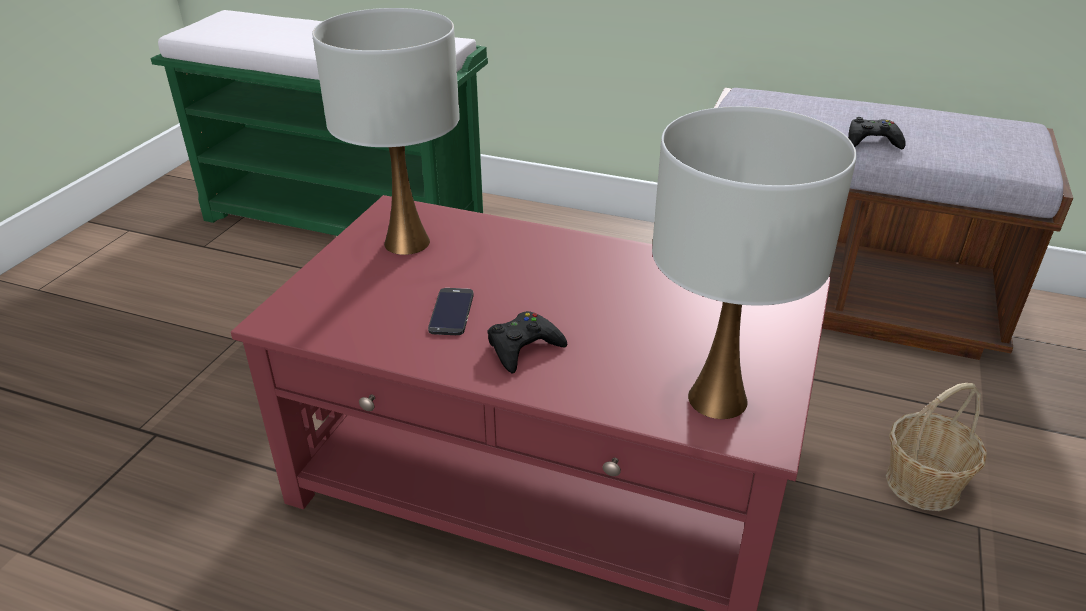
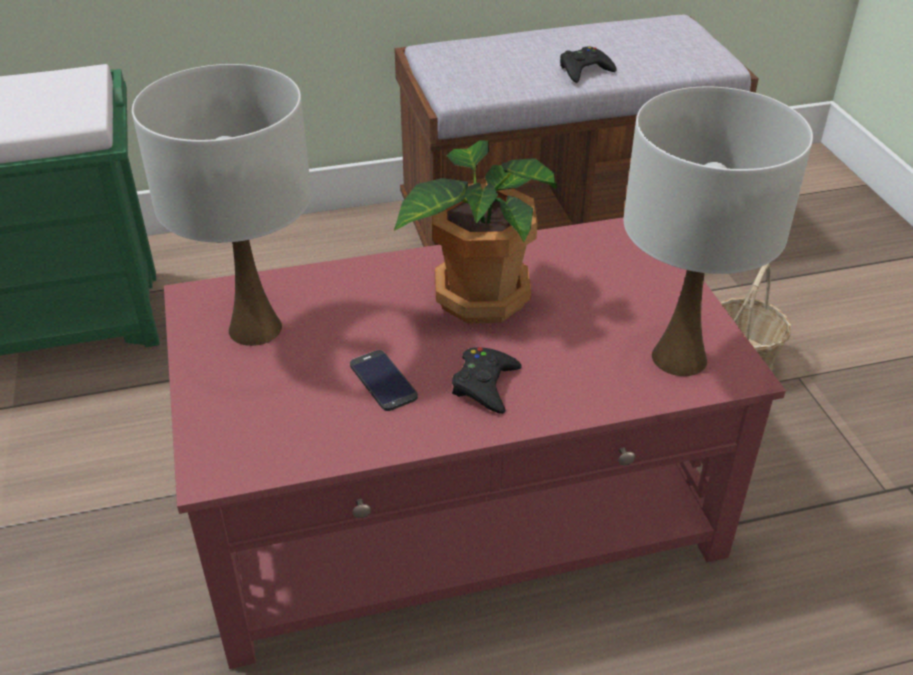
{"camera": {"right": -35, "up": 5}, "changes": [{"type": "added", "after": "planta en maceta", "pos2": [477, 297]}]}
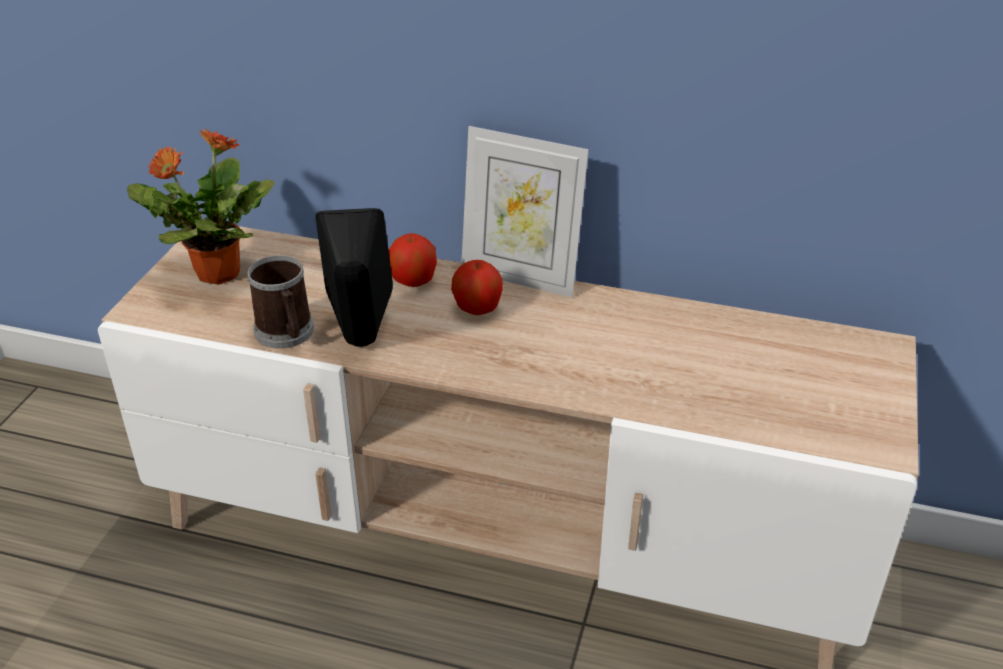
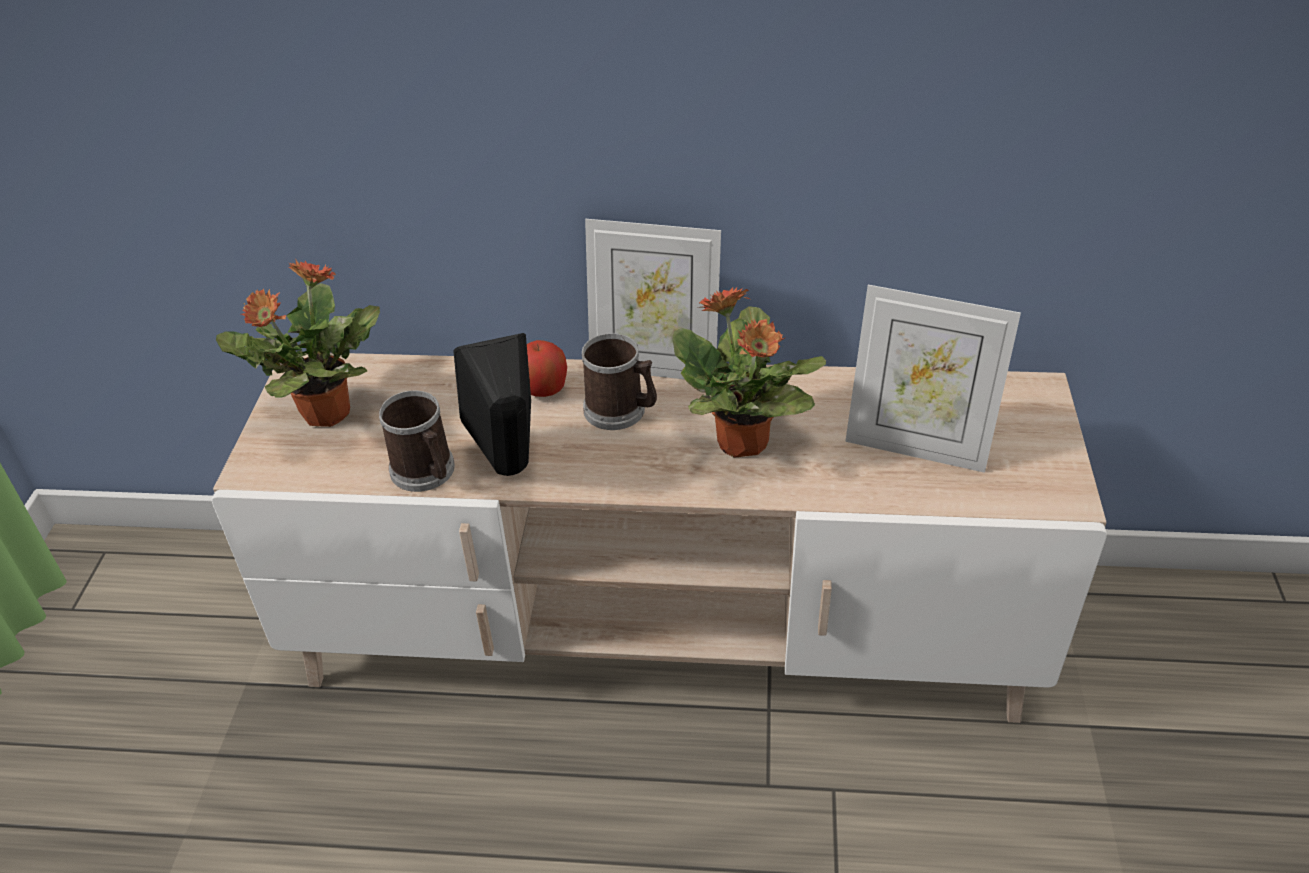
{"camera": {"right": -10, "up": 5}, "changes": [{"type": "replaced", "before": "manzana", "after": "taza grande", "pos1": [477, 309], "pos2": [621, 411]}, {"type": "added", "after": "planta en maceta", "pos2": [743, 443]}, {"type": "added", "after": "portarretratos", "pos2": [916, 447]}]}
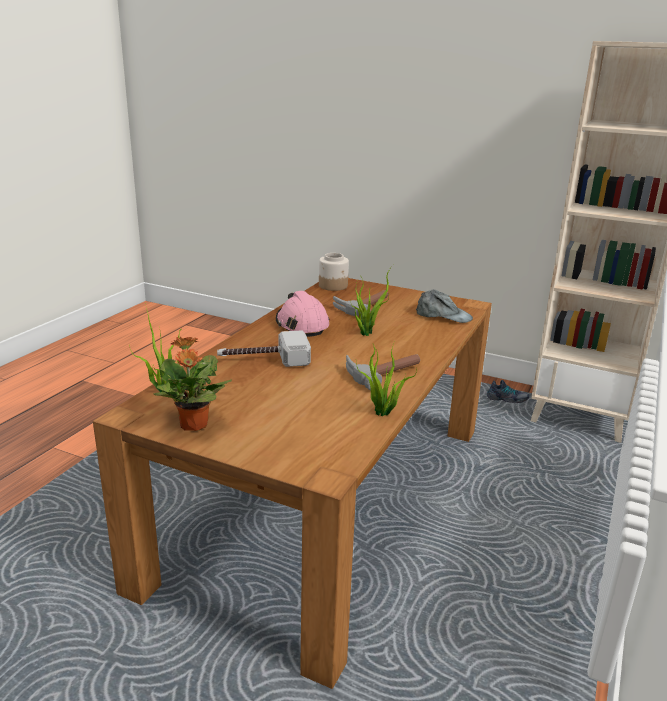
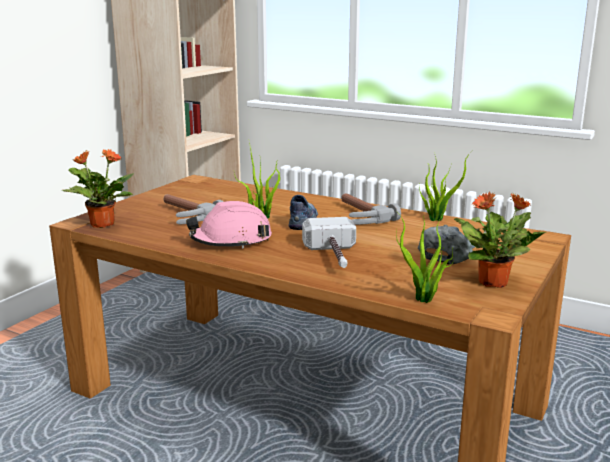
{"camera": {"right": -85, "up": -5}, "changes": [{"type": "replaced", "before": "tarro", "after": "planta en maceta", "pos1": [333, 286], "pos2": [101, 224]}, {"type": "moved", "before": "gorra (gris)", "pos1": [443, 315], "pos2": [447, 252]}, {"type": "moved", "before": "zapato", "pos1": [507, 399], "pos2": [303, 221]}]}
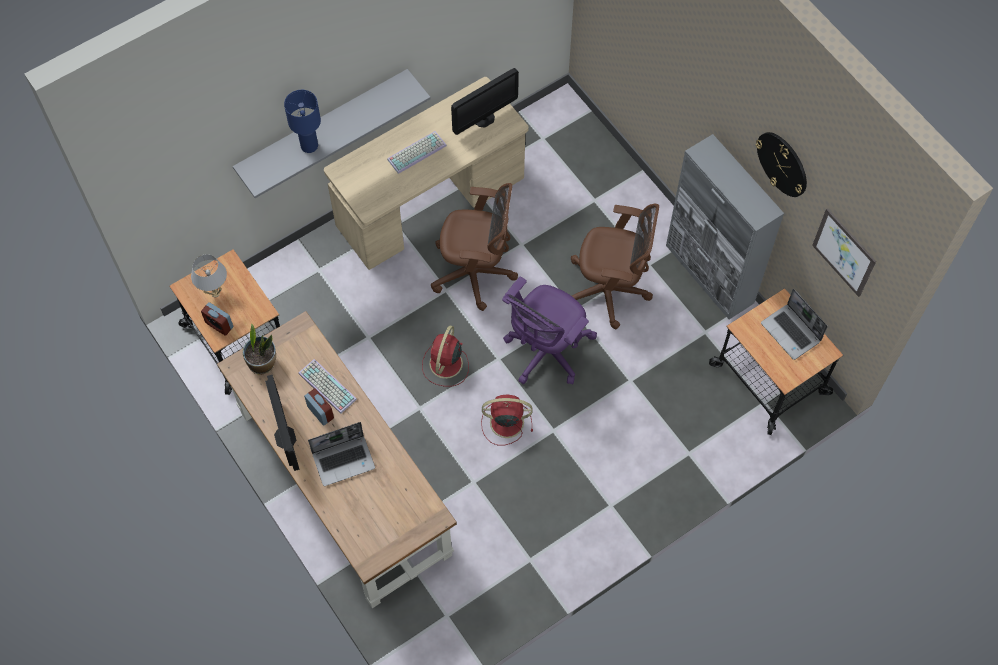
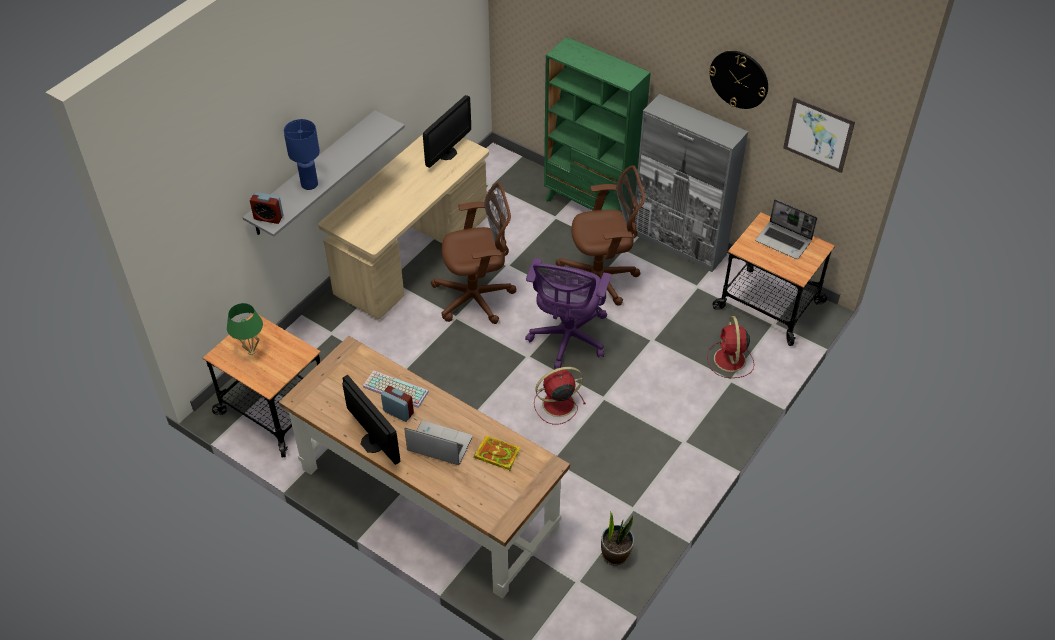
{"camera": {"right": -20, "up": -15}, "changes": [{"type": "recoloured", "before": "lámpara de mesa (blanco)", "after": "lámpara de mesa (verde)", "pos1": [215, 293], "pos2": [251, 351]}, {"type": "moved", "before": "despertador", "pos1": [219, 325], "pos2": [268, 217]}, {"type": "moved", "before": "planta en maceta", "pos1": [262, 363], "pos2": [615, 554]}, {"type": "turned", "before": "portátil", "pos1": [344, 460], "pos2": [438, 445], "turn": -120}, {"type": "removed", "before": "teclado", "pos1": [417, 151]}, {"type": "moved", "before": "ventilador (rojo)", "pos1": [445, 364], "pos2": [730, 360]}, {"type": "added", "after": "libro", "pos2": [496, 454]}, {"type": "added", "after": "estantería (verde)", "pos2": [590, 208]}]}
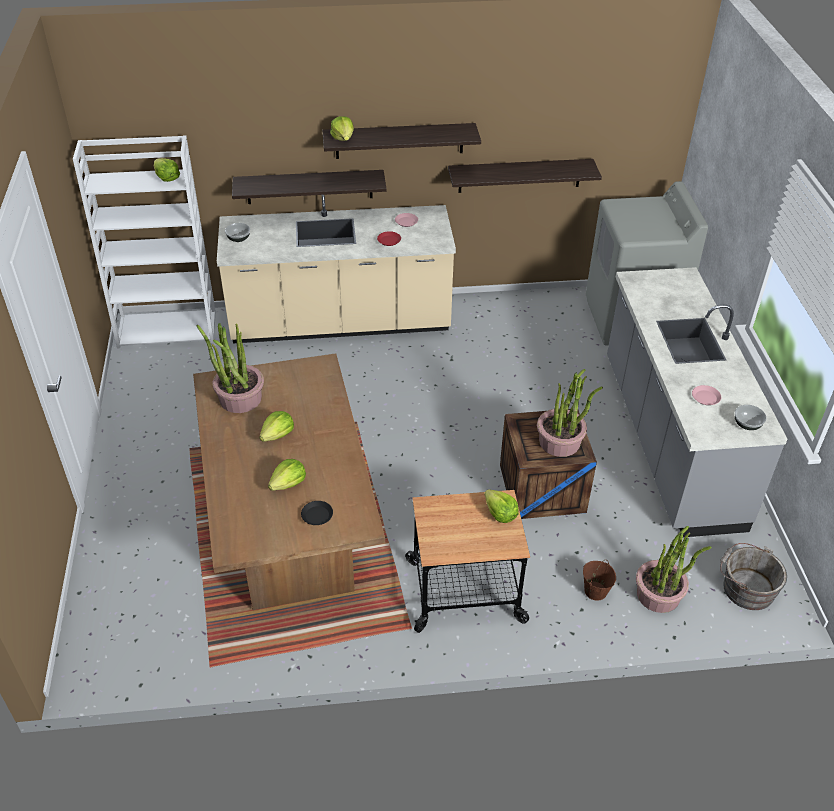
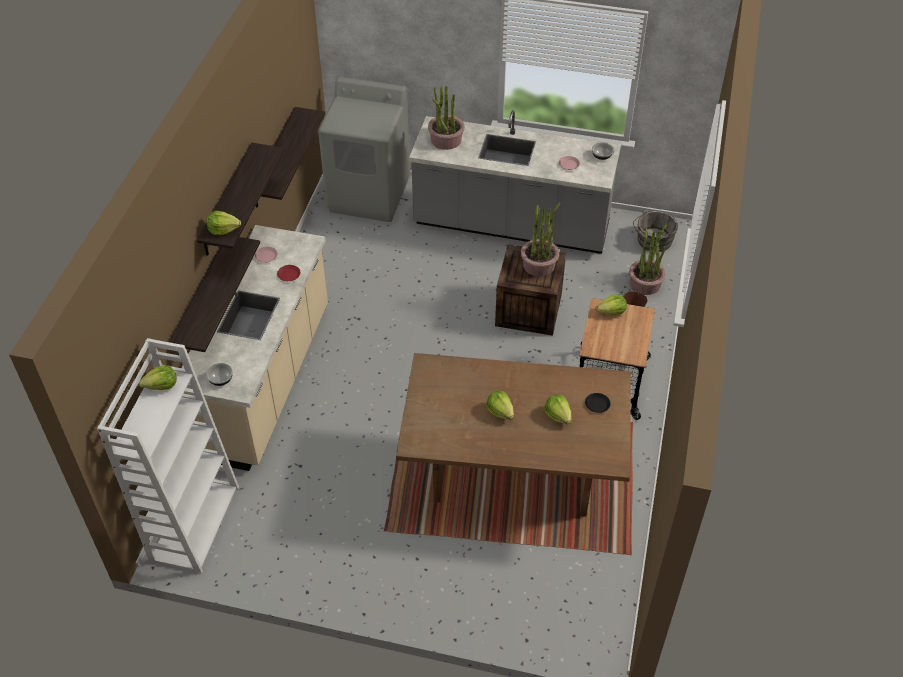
{"camera": {"right": -70, "up": 5}, "changes": [{"type": "moved", "before": "planta en maceta", "pos1": [240, 398], "pos2": [446, 140]}]}
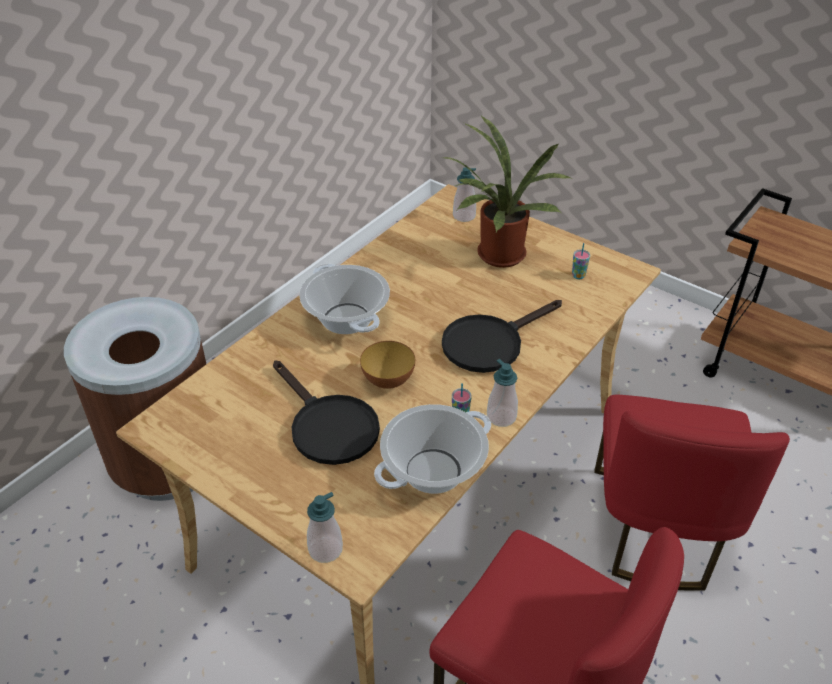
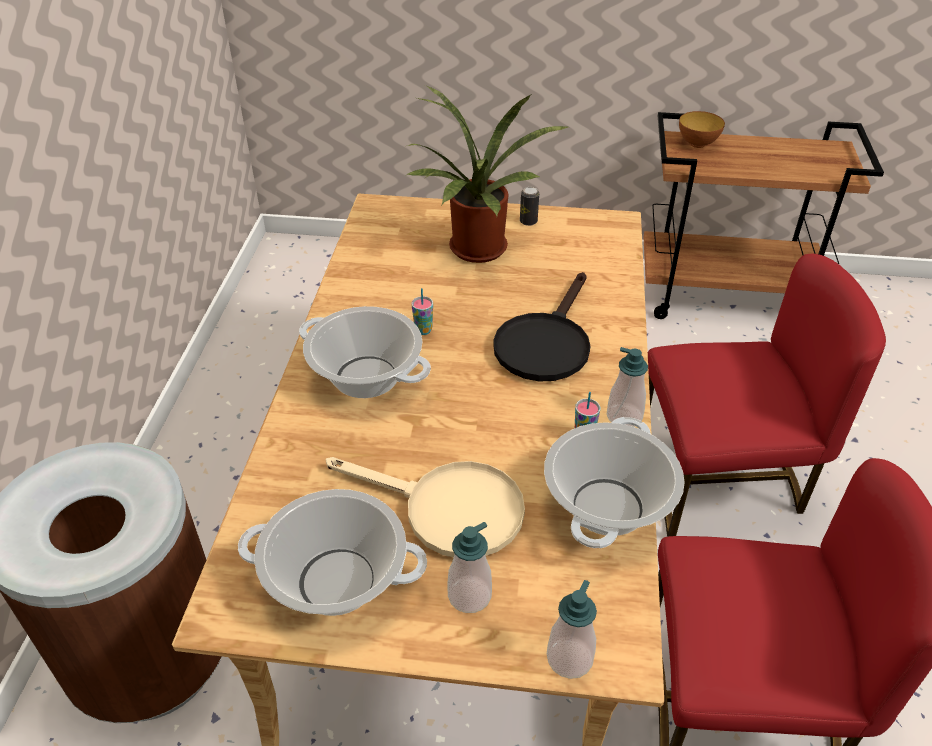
{"camera": {"right": -30, "up": 0}, "changes": [{"type": "recoloured", "before": "sartén (negro)", "after": "sartén (beis)", "pos1": [327, 426], "pos2": [448, 510]}, {"type": "moved", "before": "cuenco", "pos1": [388, 381], "pos2": [697, 144]}, {"type": "moved", "before": "dispensador de jabón", "pos1": [464, 216], "pos2": [469, 595]}, {"type": "moved", "before": "taza", "pos1": [578, 276], "pos2": [423, 330]}, {"type": "turned", "before": "silla (rojo)", "pos1": [656, 528], "pos2": [720, 481], "turn": -75}, {"type": "added", "after": "olla", "pos2": [336, 582]}, {"type": "added", "after": "lata", "pos2": [528, 221]}]}
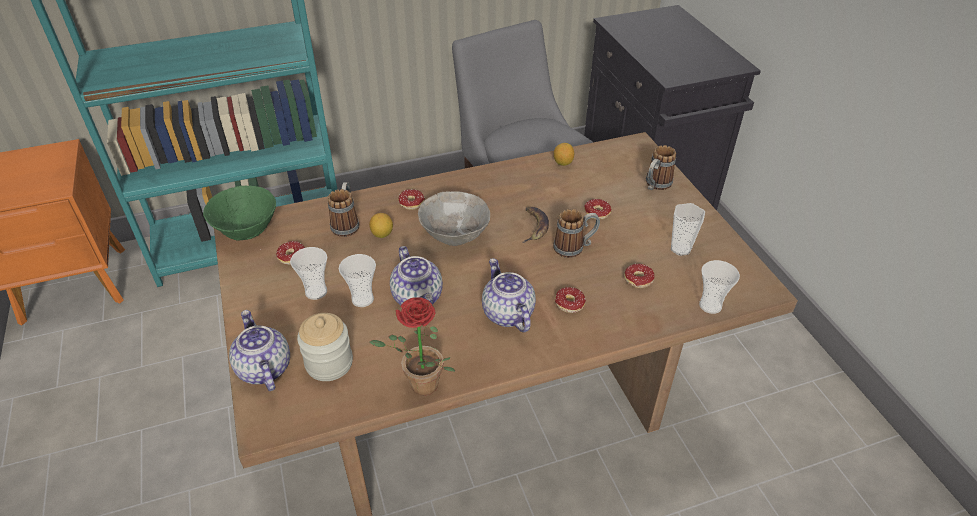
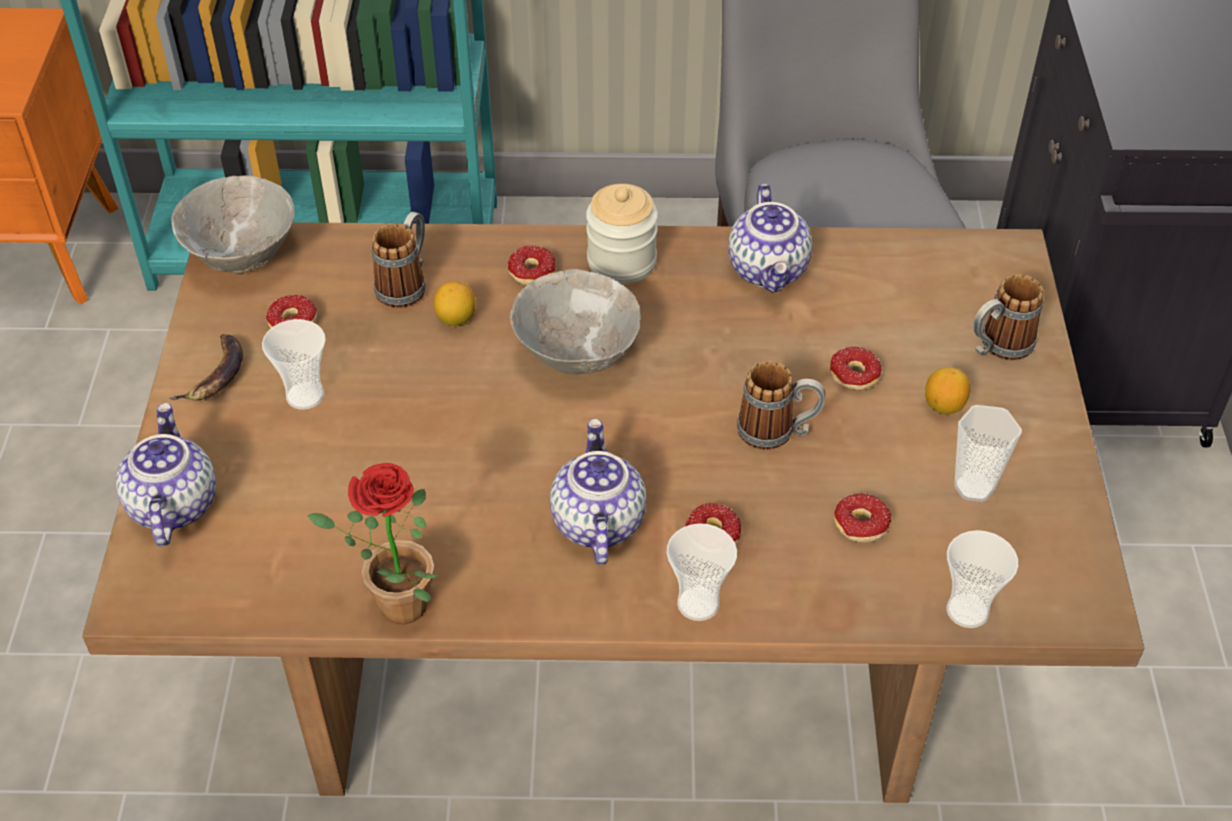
{"camera": {"right": 20, "up": 5}, "changes": [{"type": "recoloured", "before": "cuenco (verde)", "after": "cuenco (gris)", "pos1": [246, 231], "pos2": [241, 256]}, {"type": "moved", "before": "tarro", "pos1": [329, 363], "pos2": [621, 262]}, {"type": "moved", "before": "taza", "pos1": [362, 299], "pos2": [698, 603]}, {"type": "moved", "before": "tetera", "pos1": [418, 297], "pos2": [769, 270]}, {"type": "moved", "before": "plátano", "pos1": [534, 226], "pos2": [215, 374]}, {"type": "moved", "before": "limón", "pos1": [563, 163], "pos2": [943, 405]}]}
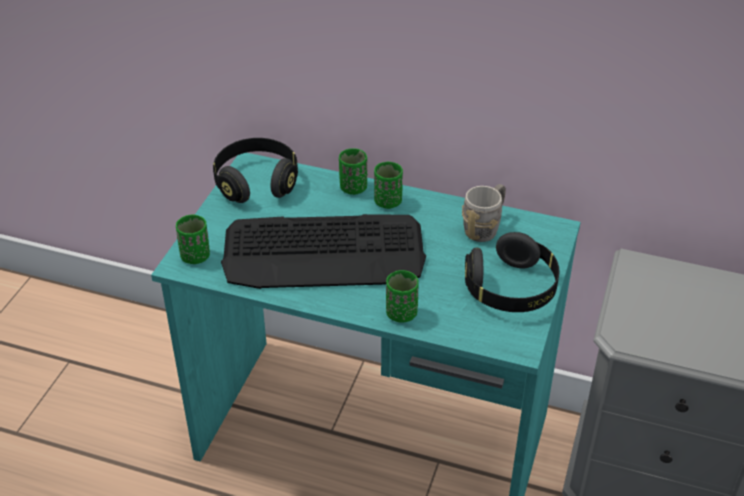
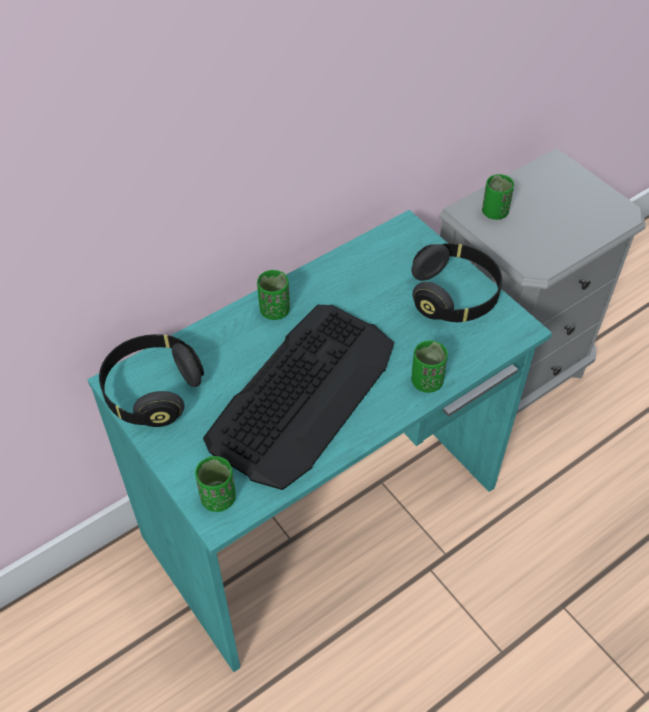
{"camera": {"right": -55, "up": 10}, "changes": [{"type": "moved", "before": "taza (verde)", "pos1": [353, 188], "pos2": [494, 212]}, {"type": "removed", "before": "taza grande (gris)", "pos1": [485, 227]}]}
